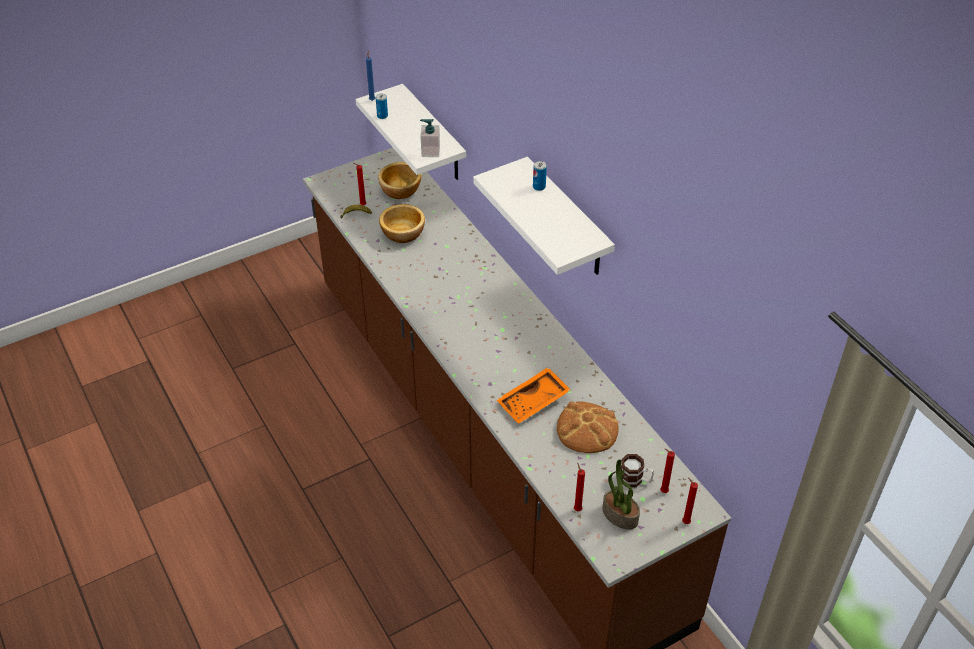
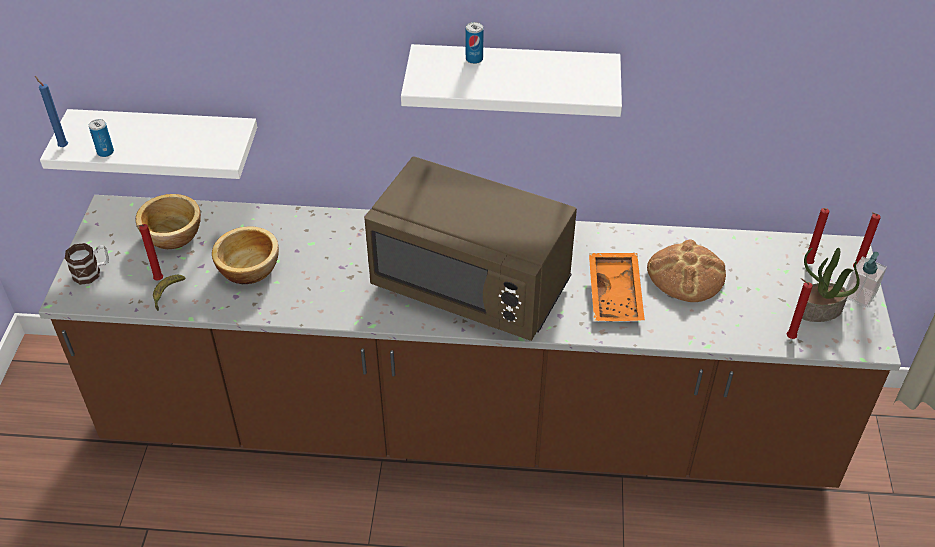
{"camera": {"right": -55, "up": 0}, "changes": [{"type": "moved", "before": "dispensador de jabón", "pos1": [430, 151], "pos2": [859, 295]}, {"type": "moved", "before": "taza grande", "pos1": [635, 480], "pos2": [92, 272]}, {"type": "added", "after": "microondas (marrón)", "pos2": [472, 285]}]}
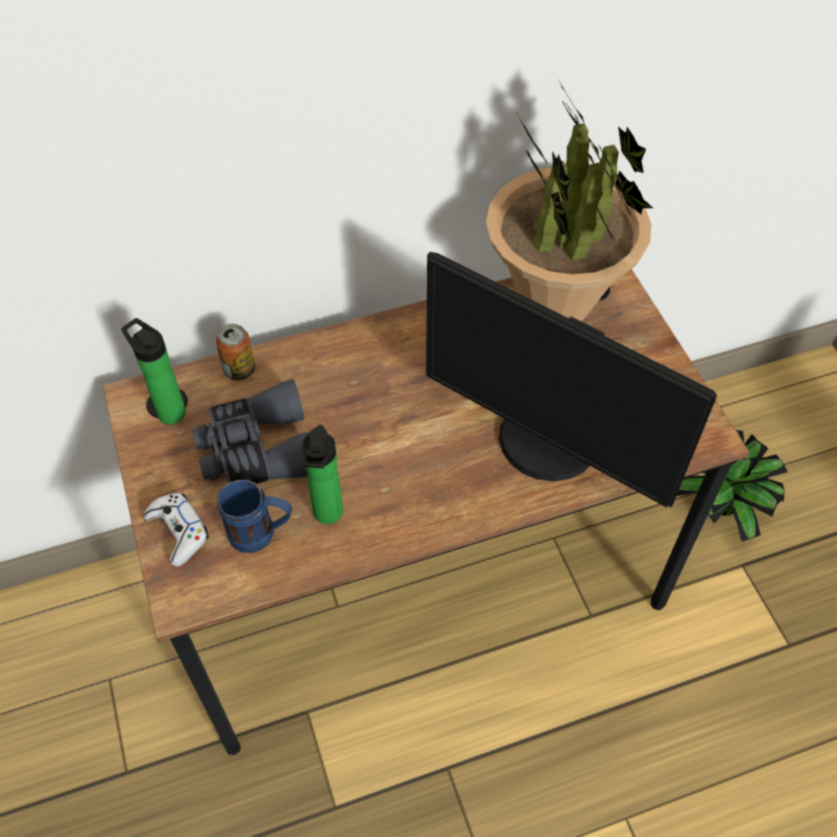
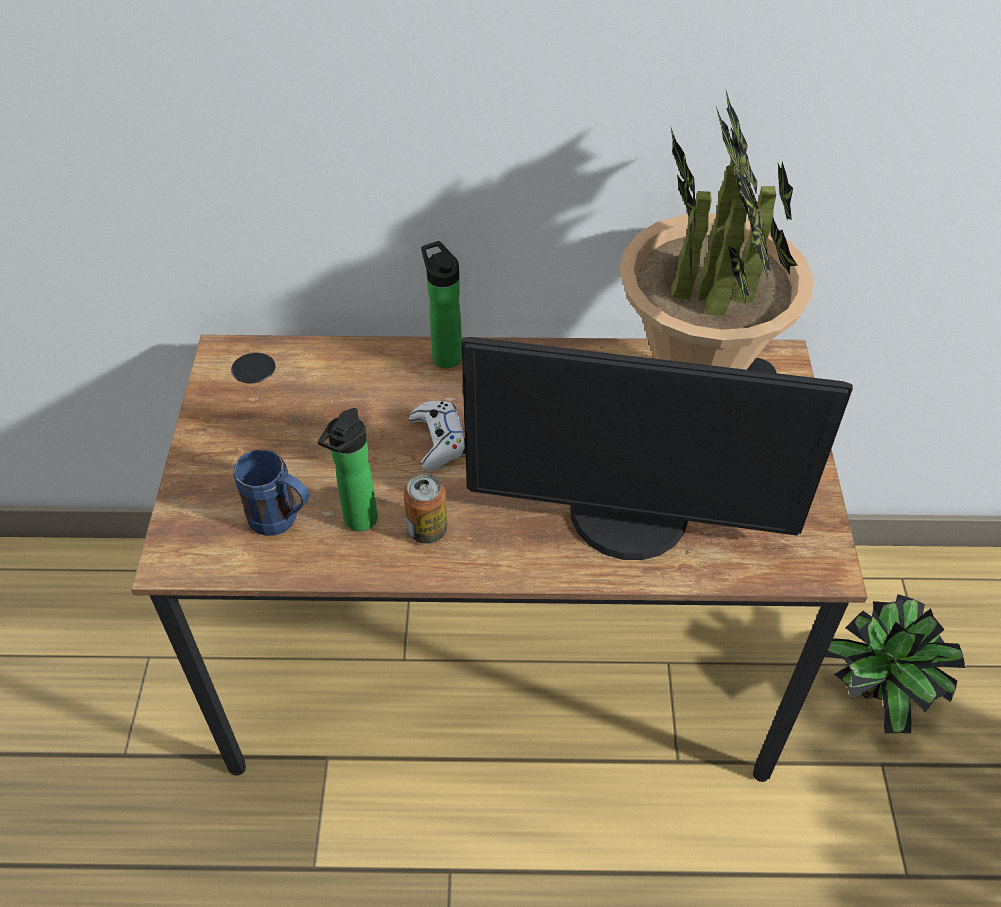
{"camera": {"right": 20, "up": -5}, "changes": [{"type": "moved", "before": "botella", "pos1": [168, 410], "pos2": [445, 355]}, {"type": "moved", "before": "mando de consola (blanco)", "pos1": [178, 532], "pos2": [438, 441]}, {"type": "removed", "before": "prismáticos (gris)", "pos1": [257, 451]}, {"type": "moved", "before": "lata", "pos1": [239, 370], "pos2": [427, 530]}, {"type": "turned", "before": "monitor", "pos1": [546, 443], "pos2": [628, 517], "turn": -45}]}
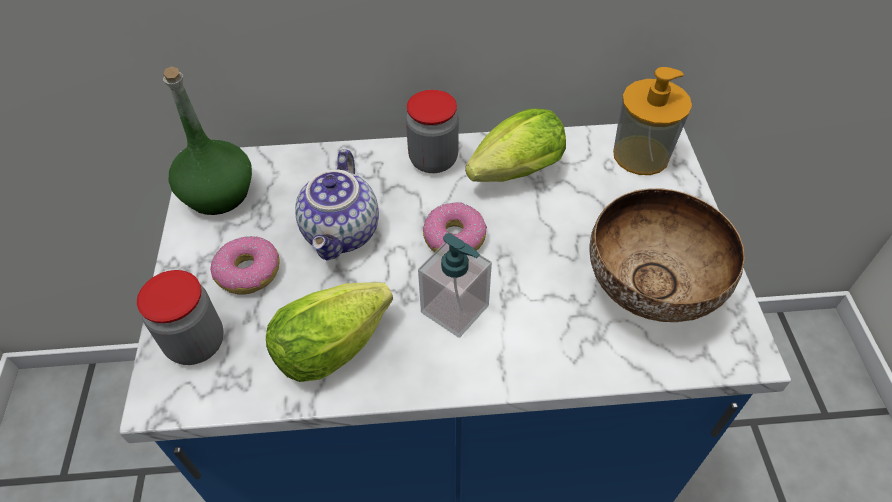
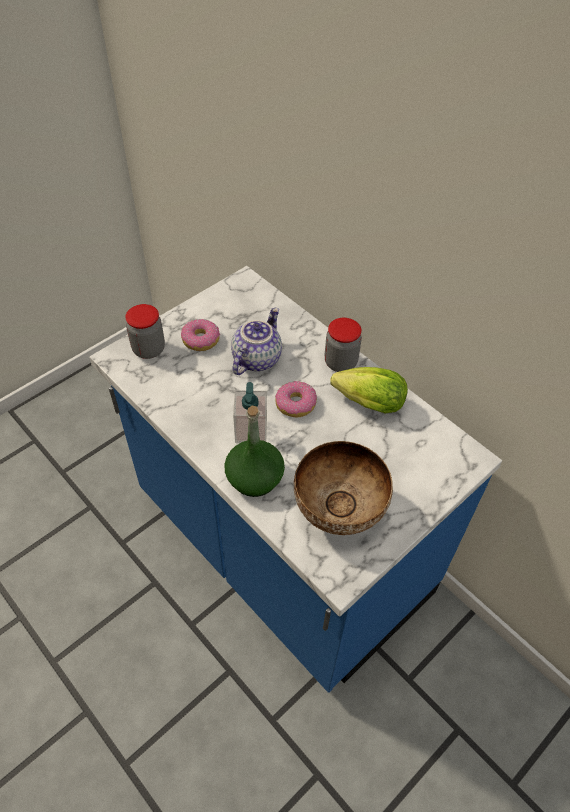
{"camera": {"right": 50, "up": 0}, "changes": [{"type": "moved", "before": "botella (verde)", "pos1": [218, 194], "pos2": [255, 478]}, {"type": "removed", "before": "lechuga", "pos1": [338, 343]}, {"type": "turned", "before": "tetera", "pos1": [343, 233], "pos2": [256, 358], "turn": 150}, {"type": "removed", "before": "dispensador de jabón", "pos1": [641, 155]}]}
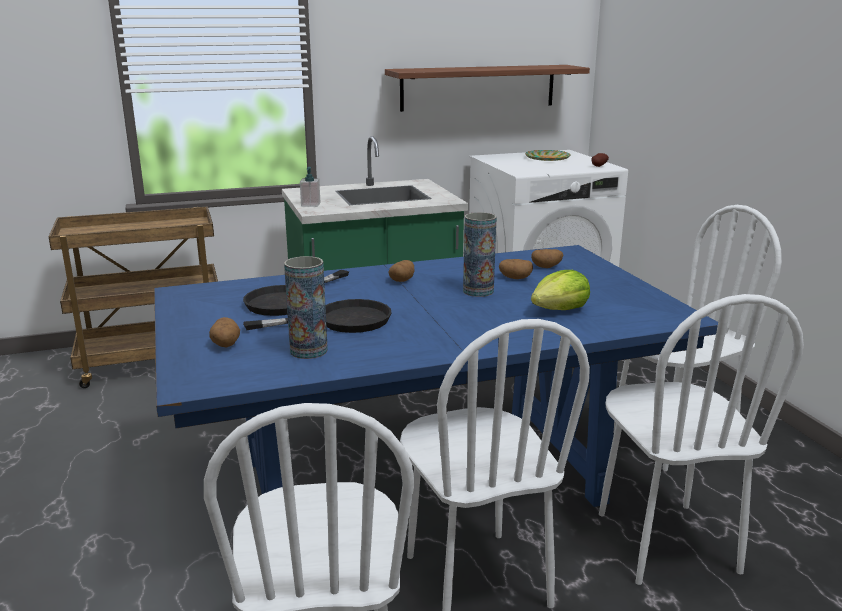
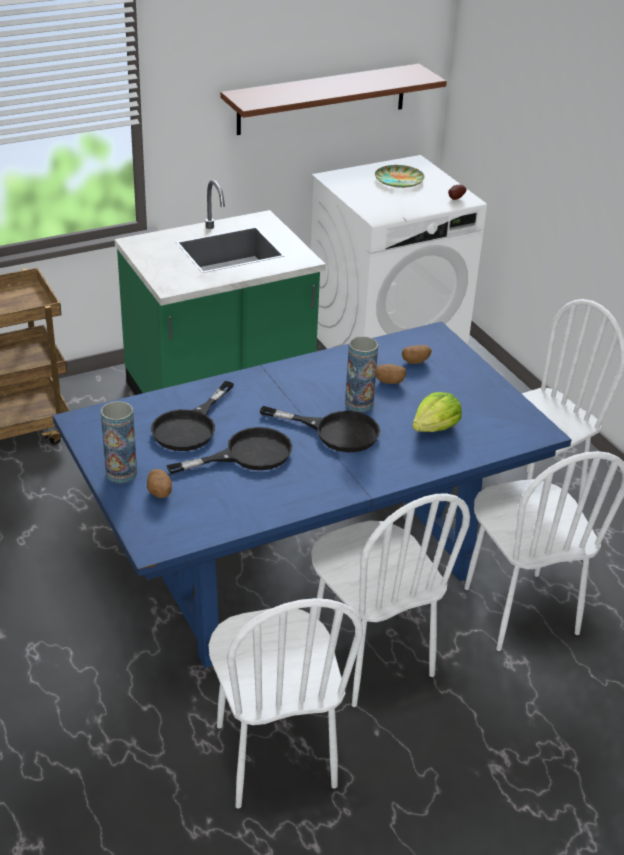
{"camera": {"right": -10, "up": 15}, "changes": [{"type": "moved", "before": "florero", "pos1": [308, 351], "pos2": [121, 473]}, {"type": "removed", "before": "dispensador de jabón", "pos1": [310, 204]}, {"type": "removed", "before": "patata", "pos1": [402, 280]}, {"type": "added", "after": "sartén (negro)", "pos2": [335, 431]}]}
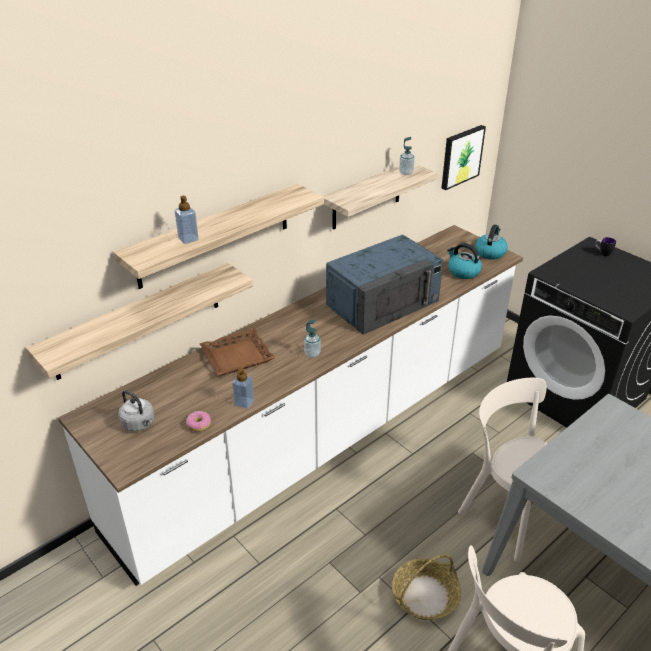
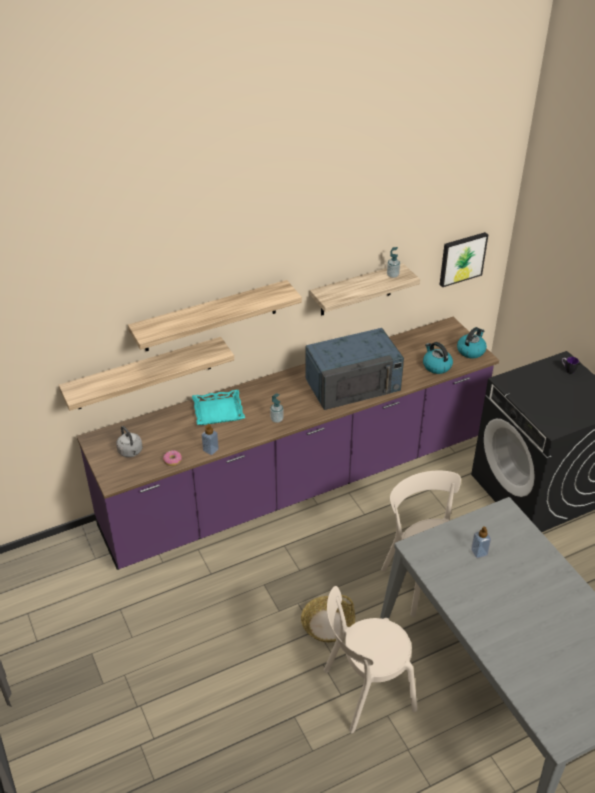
{"camera": {"right": 15, "up": 5}, "changes": [{"type": "recoloured", "before": "mueble bajo de cocina (blanco)", "after": "mueble bajo de cocina (morado)", "pos1": [325, 435], "pos2": [297, 484]}, {"type": "moved", "before": "dispensador de jabón", "pos1": [188, 239], "pos2": [479, 552]}, {"type": "recoloured", "before": "bandeja (marrón)", "after": "bandeja (turquesa)", "pos1": [237, 356], "pos2": [218, 411]}]}
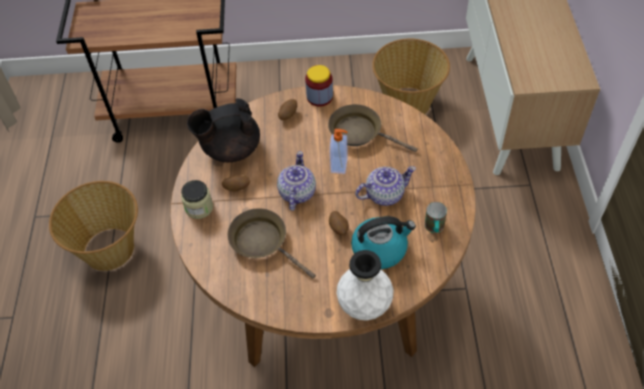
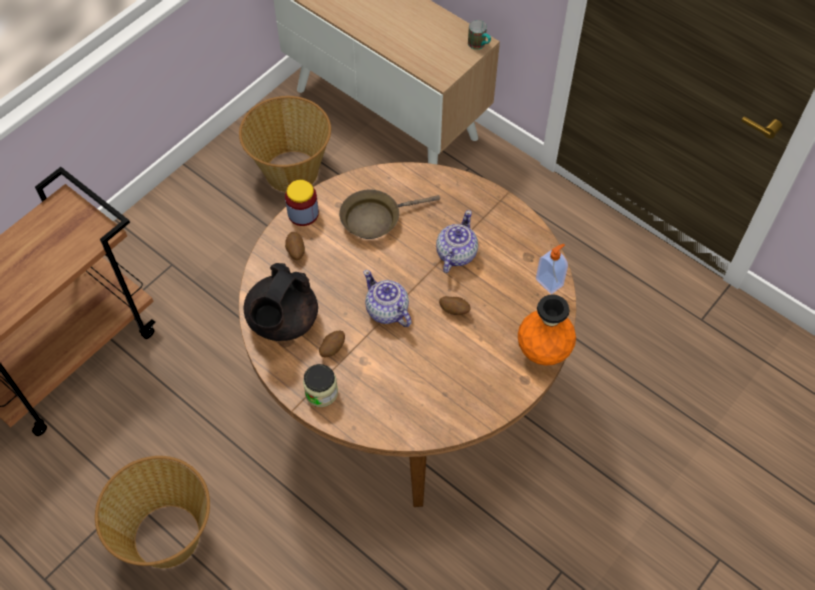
{"camera": {"right": -50, "up": 5}, "changes": [{"type": "removed", "before": "sartén (marrón)", "pos1": [263, 242]}, {"type": "moved", "before": "dispensador de jabón", "pos1": [340, 165], "pos2": [550, 282]}, {"type": "recoloured", "before": "florero (blanco)", "after": "florero (naranja)", "pos1": [364, 306], "pos2": [543, 351]}, {"type": "removed", "before": "hervidor", "pos1": [380, 249]}, {"type": "moved", "before": "taza grande", "pos1": [434, 228], "pos2": [479, 45]}]}
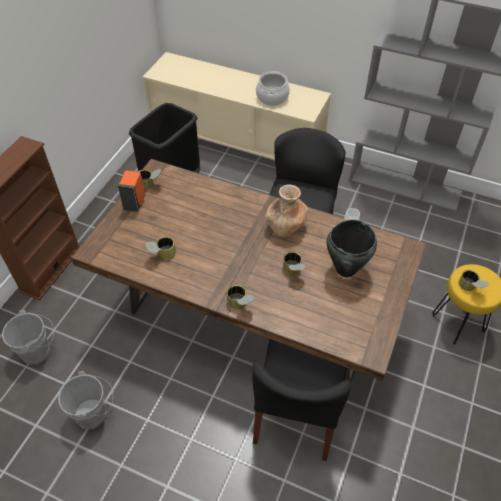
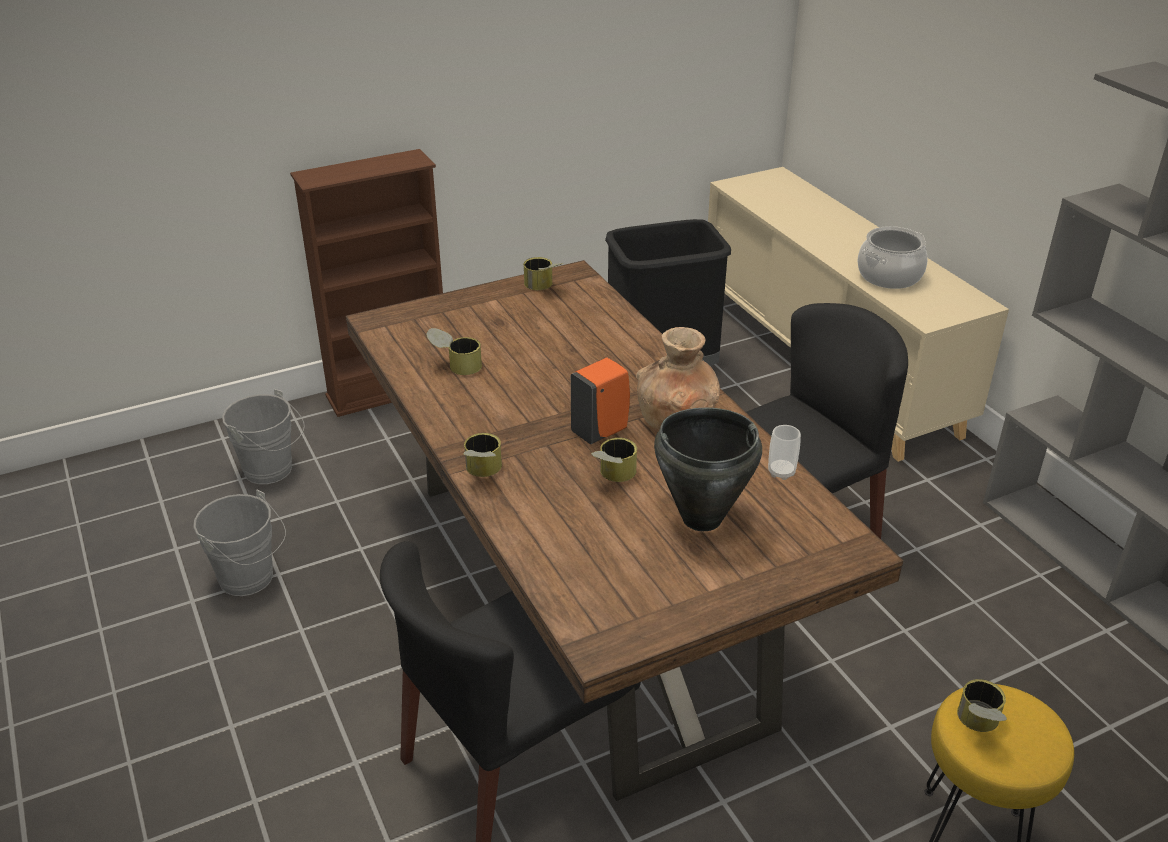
{"camera": {"right": 40, "up": -15}, "changes": [{"type": "moved", "before": "dispensador de jabón (naranja)", "pos1": [135, 203], "pos2": [601, 431]}]}
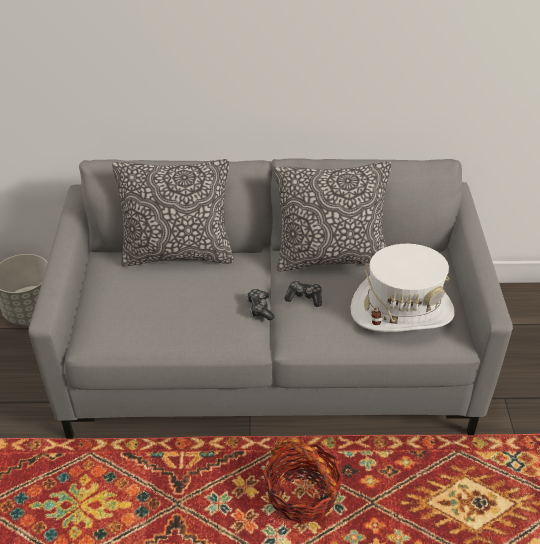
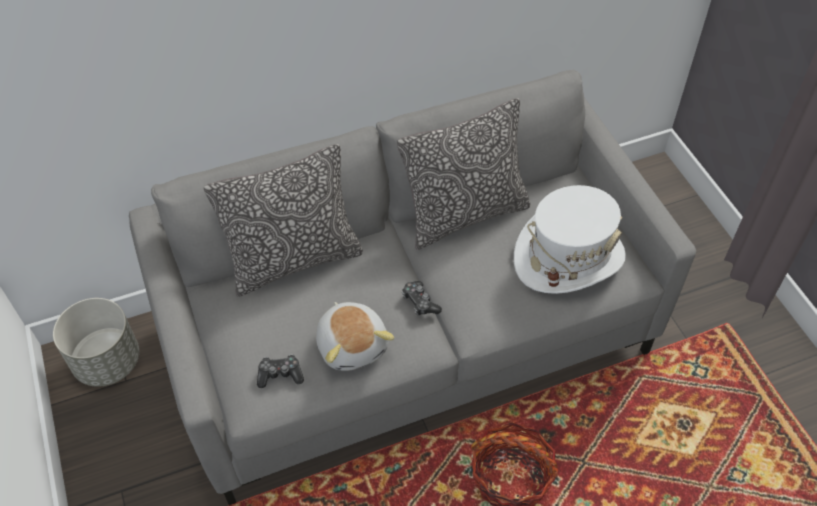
{"camera": {"right": -20, "up": 10}, "changes": [{"type": "moved", "before": "mando de consola", "pos1": [304, 297], "pos2": [280, 374]}, {"type": "added", "after": "peluche", "pos2": [353, 345]}]}
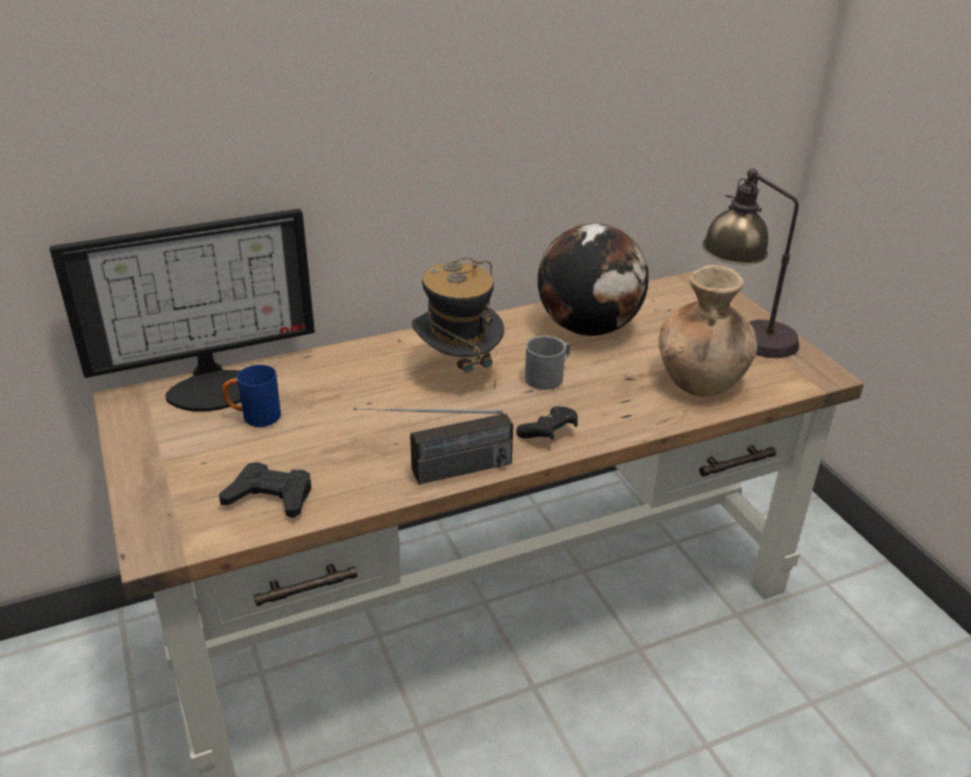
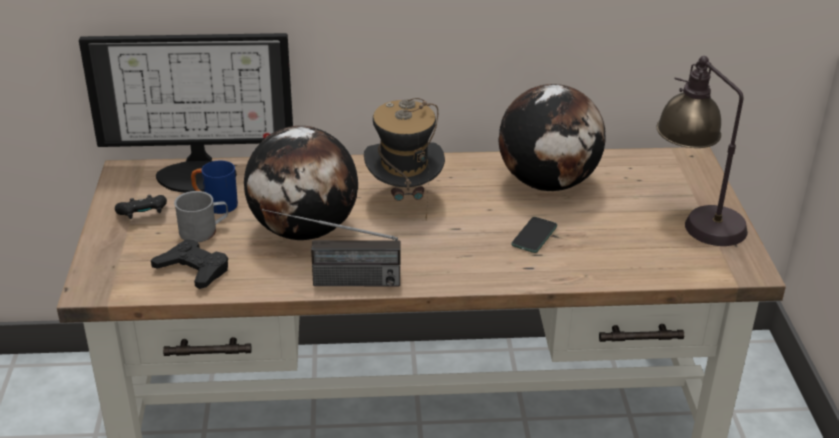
{"camera": {"right": 20, "up": 0}, "changes": [{"type": "moved", "before": "mando de consola (negro)", "pos1": [549, 433], "pos2": [143, 215]}, {"type": "moved", "before": "taza grande (gris)", "pos1": [548, 376], "pos2": [204, 231]}, {"type": "removed", "before": "florero (marrón)", "pos1": [700, 381]}, {"type": "added", "after": "globo terráqueo", "pos2": [304, 231]}, {"type": "added", "after": "móvil", "pos2": [534, 236]}]}
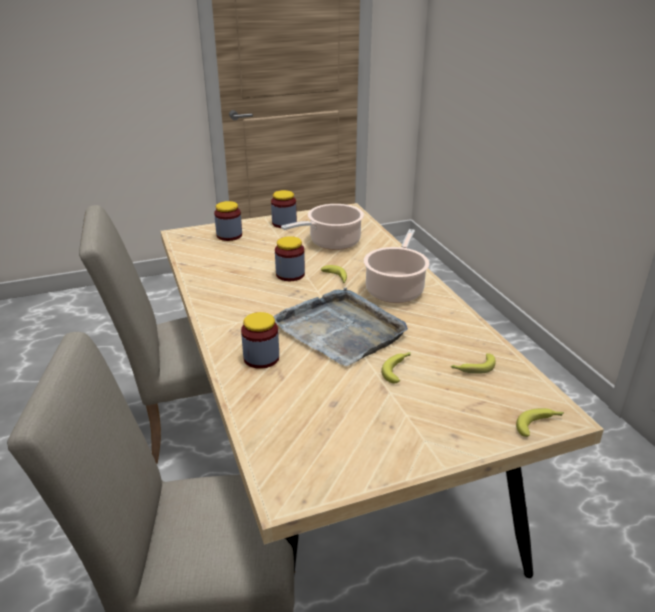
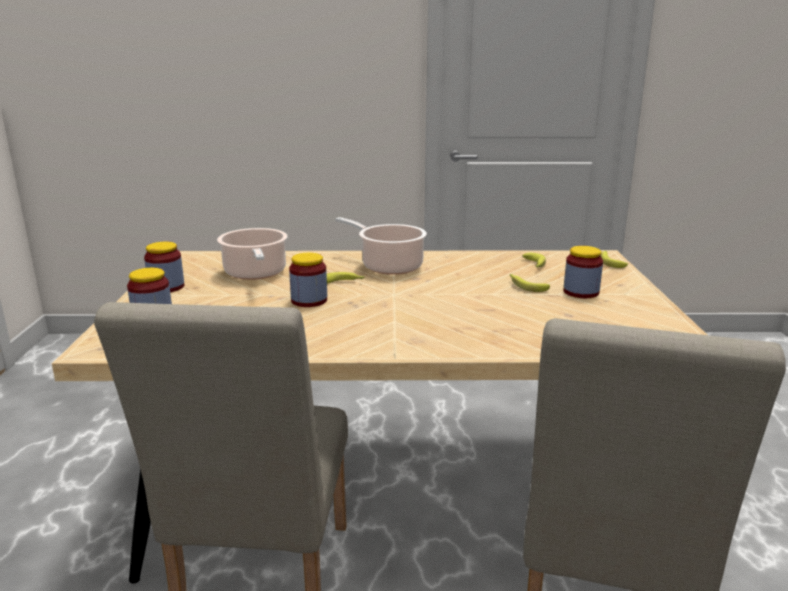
{"camera": {"right": -70, "up": -10}, "changes": [{"type": "moved", "before": "tarro", "pos1": [261, 358], "pos2": [581, 292]}, {"type": "removed", "before": "bandeja (gris)", "pos1": [341, 329]}]}
